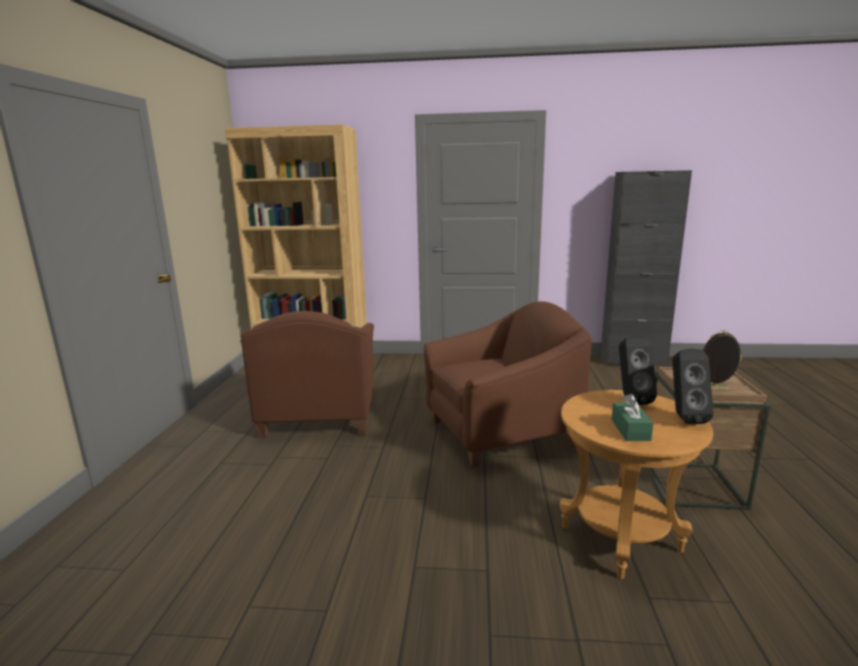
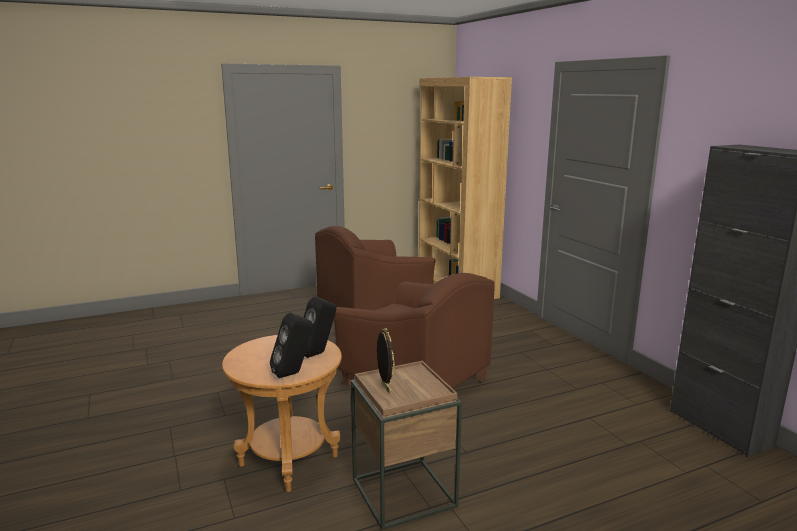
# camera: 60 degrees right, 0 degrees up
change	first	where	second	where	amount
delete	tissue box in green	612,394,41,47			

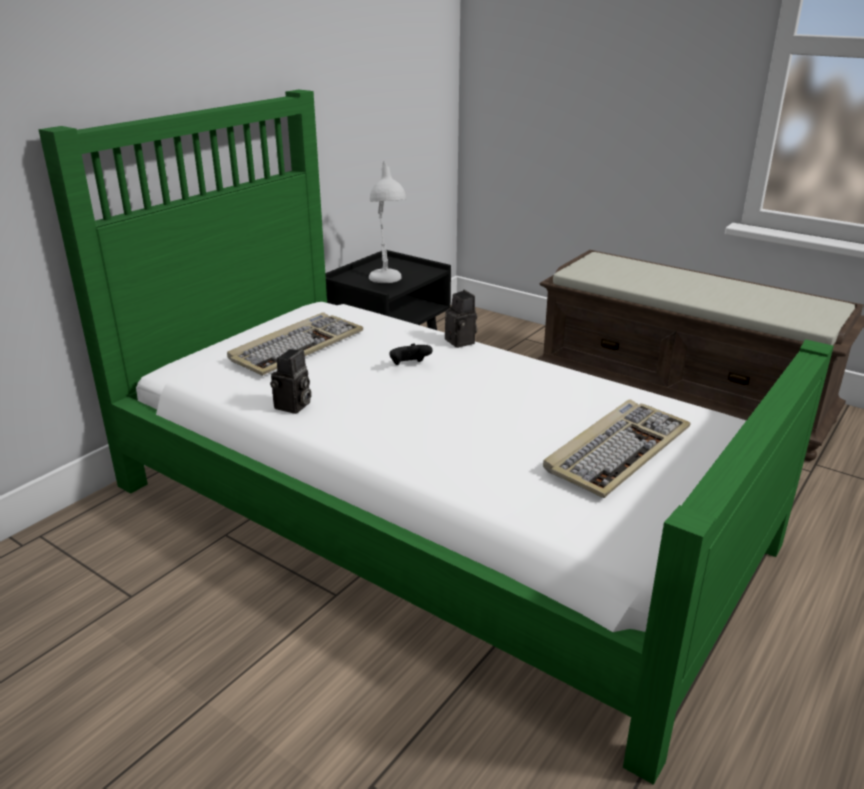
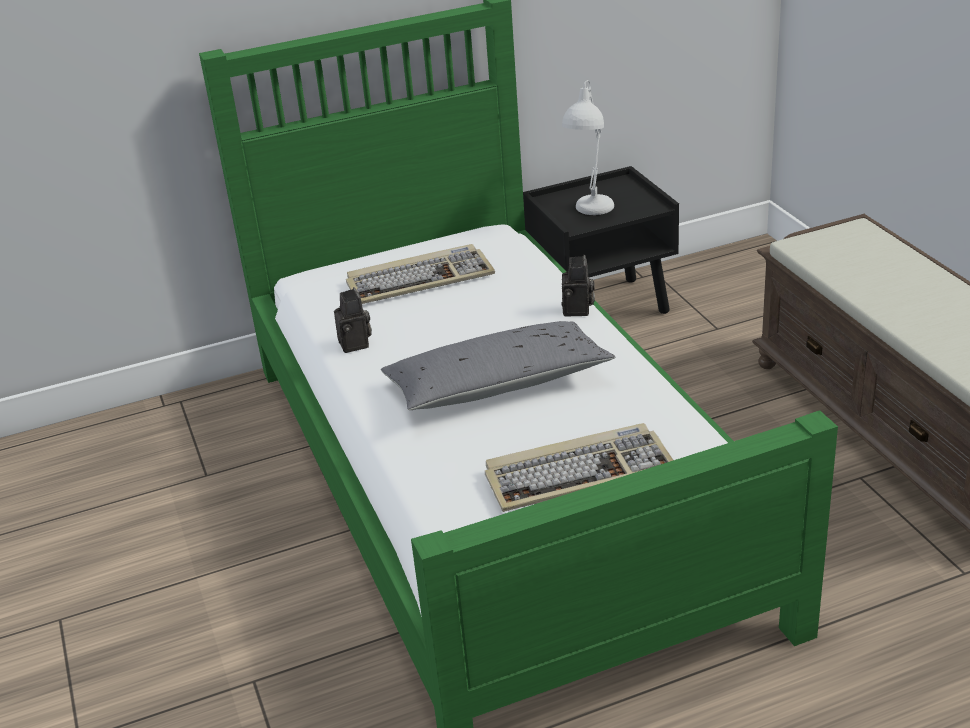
# camera: 35 degrees right, 5 degrees up
change	first	where	second	where	amount
delete	game controller in black	389,343,43,22			
insert			pillow in grey	381,321,235,89	
rotate	photo camera	270,349,42,65		334,287,38,66	75 degrees counterclockwise

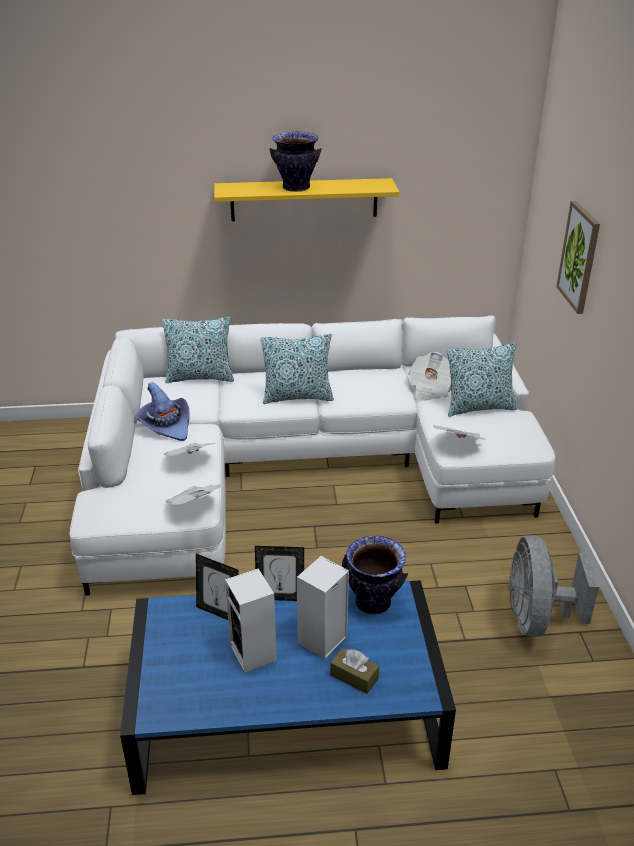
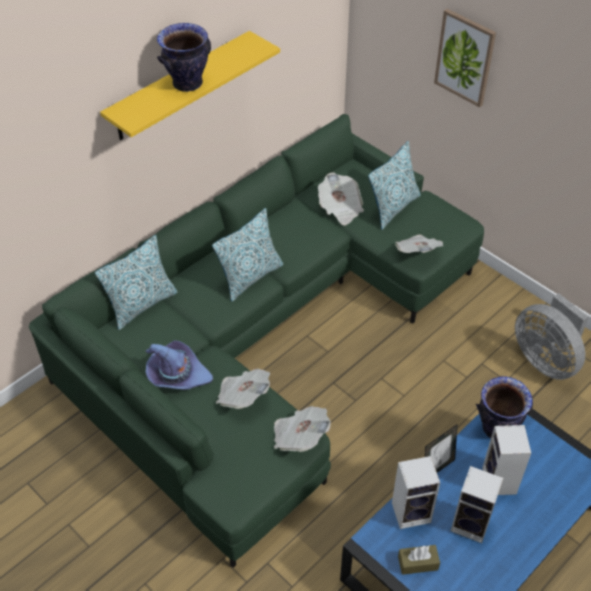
# camera: 40 degrees left, 15 degrees up
change	first	where	second	where	amount
move	tissue box in brown	330,648,49,46		398,545,42,30	
replace	picture frame	196,554,42,66	speaker	392,456,48,73	
recolor	sofa in white	70,316,485,280	sofa in green	29,114,455,454	

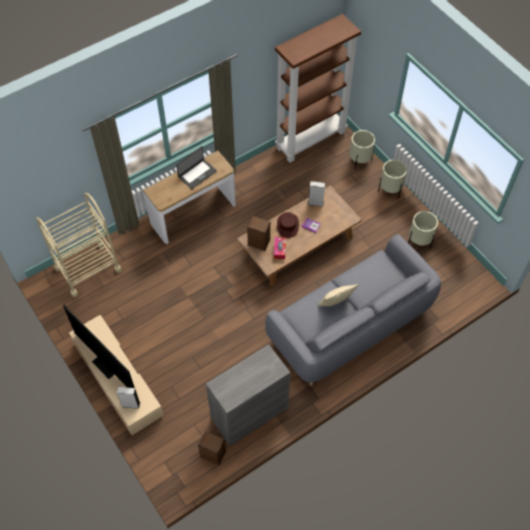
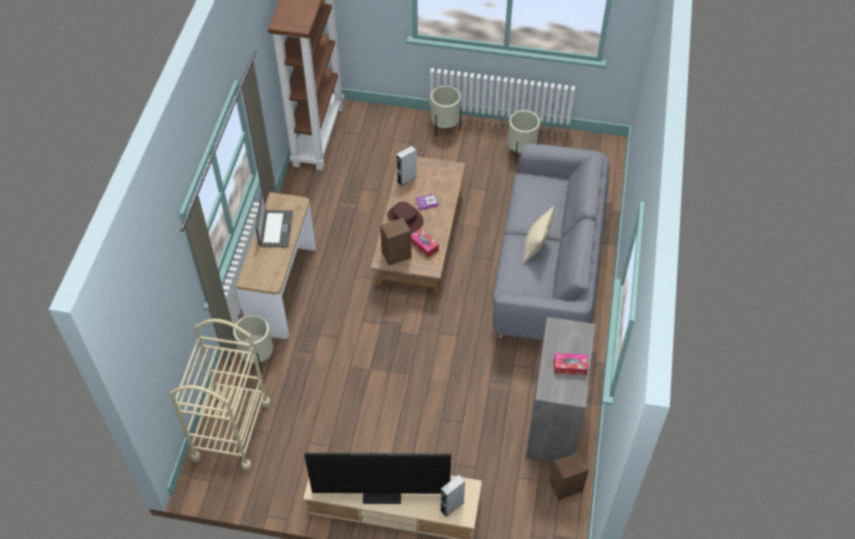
# camera: 45 degrees left, 5 degrees down
change	first	where	second	where	amount
insert			tissue box	554,353,34,22	
move	planter in beige	350,130,25,40		233,315,40,58	

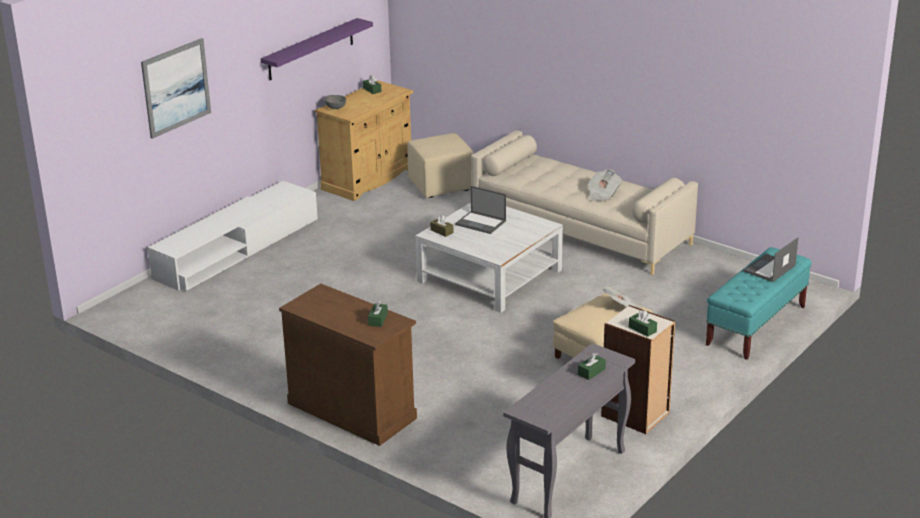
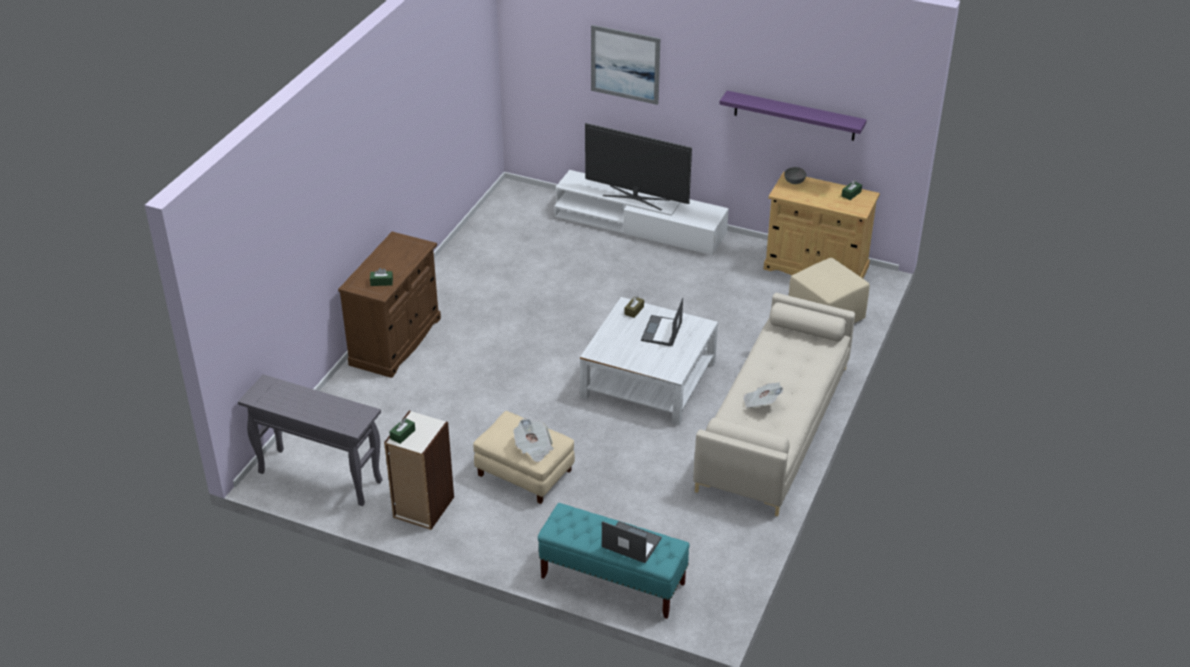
# camera: 75 degrees right, 10 degrees up
change	first	where	second	where	amount
delete	tissue box in green	578,352,28,28			
insert			television	585,123,107,88	

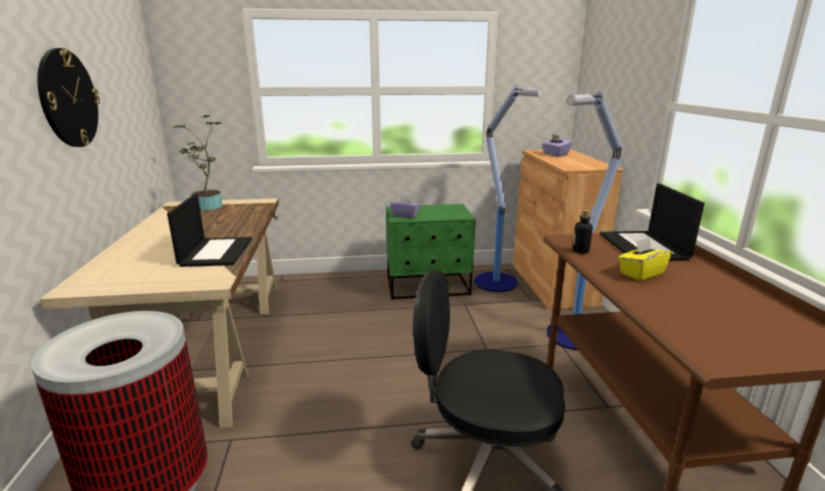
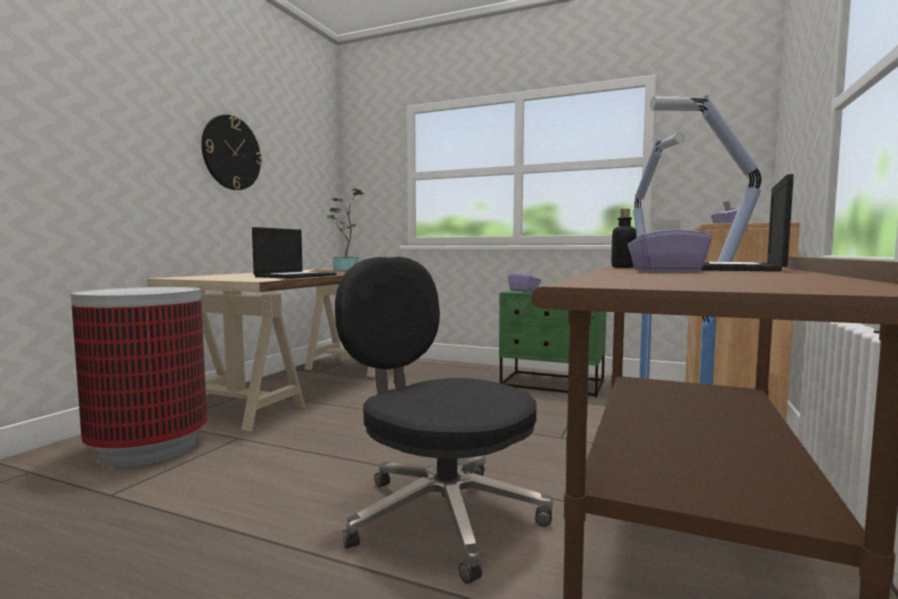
# camera: 30 degrees right, 15 degrees down
change	first	where	second	where	amount
recolor	tissue box in yellow	618,237,54,44	tissue box in purple	628,218,84,54	

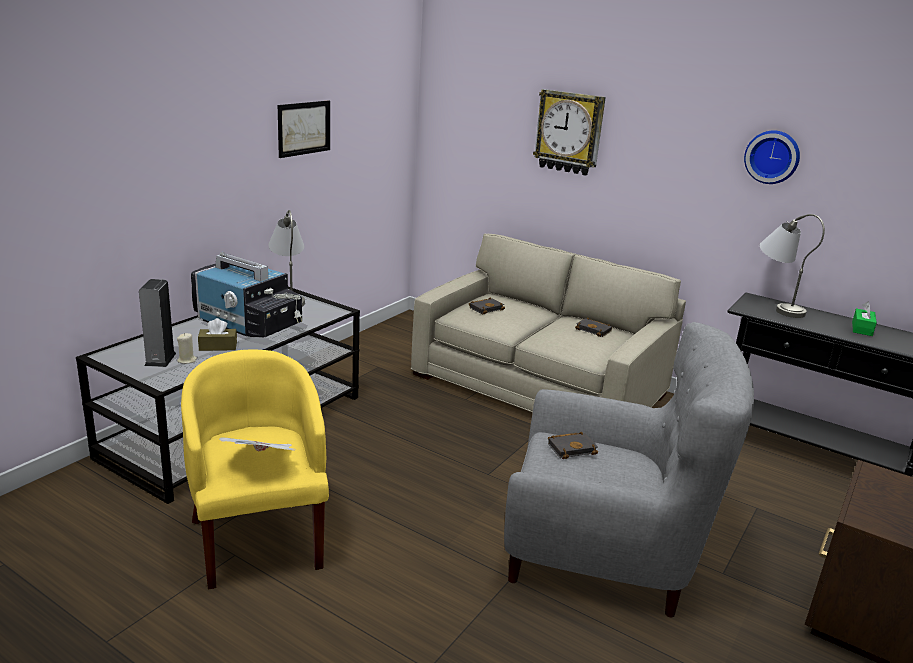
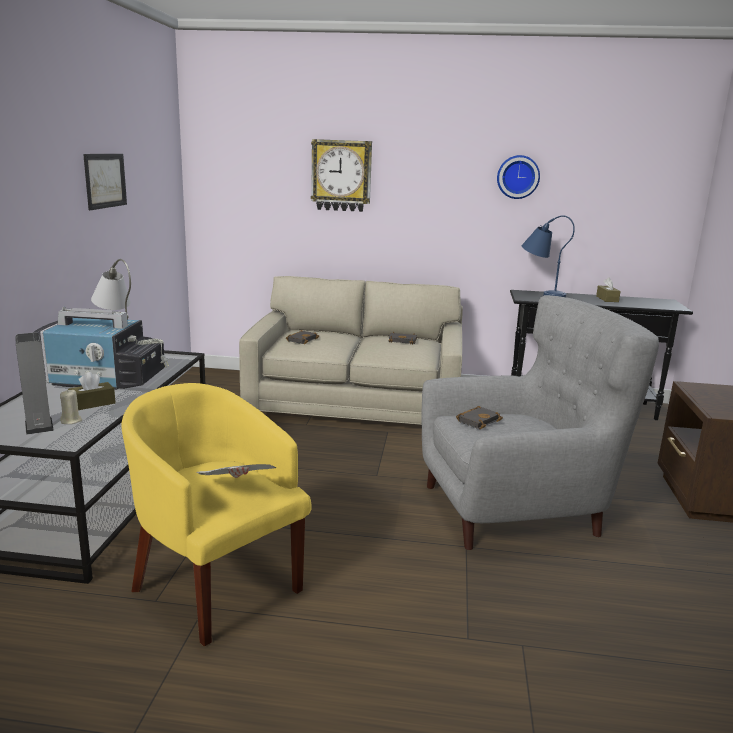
# camera: 25 degrees left, 5 degrees down
change	first	where	second	where	amount
recolor	table lamp in grey	760,214,65,104	table lamp in blue	522,215,53,82	
recolor	tissue box in green	852,302,25,34	tissue box in brown	596,277,25,25	

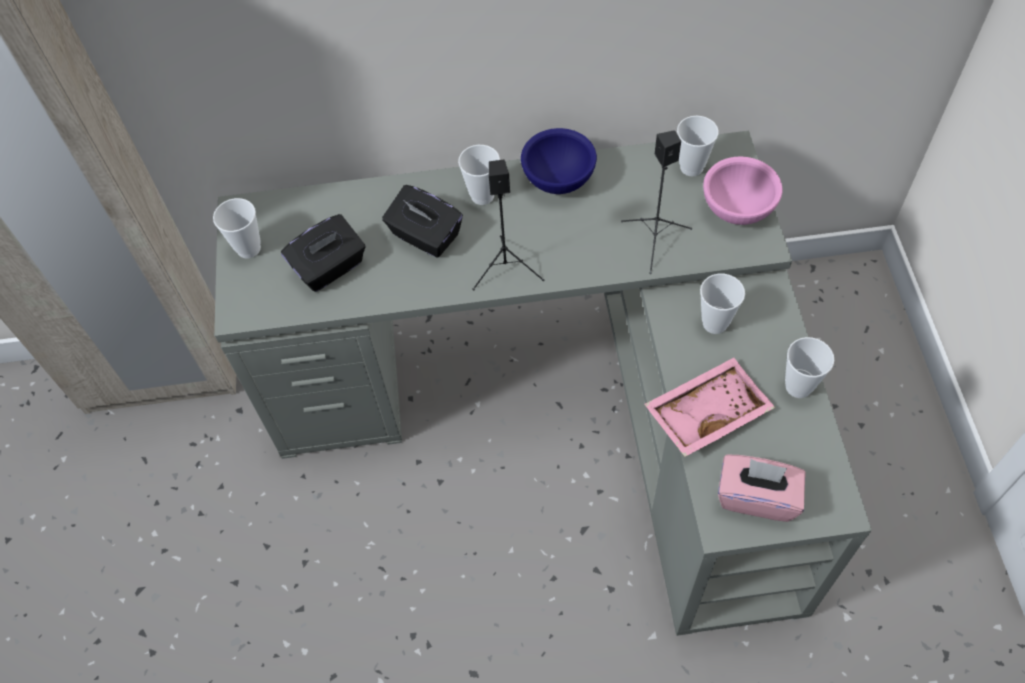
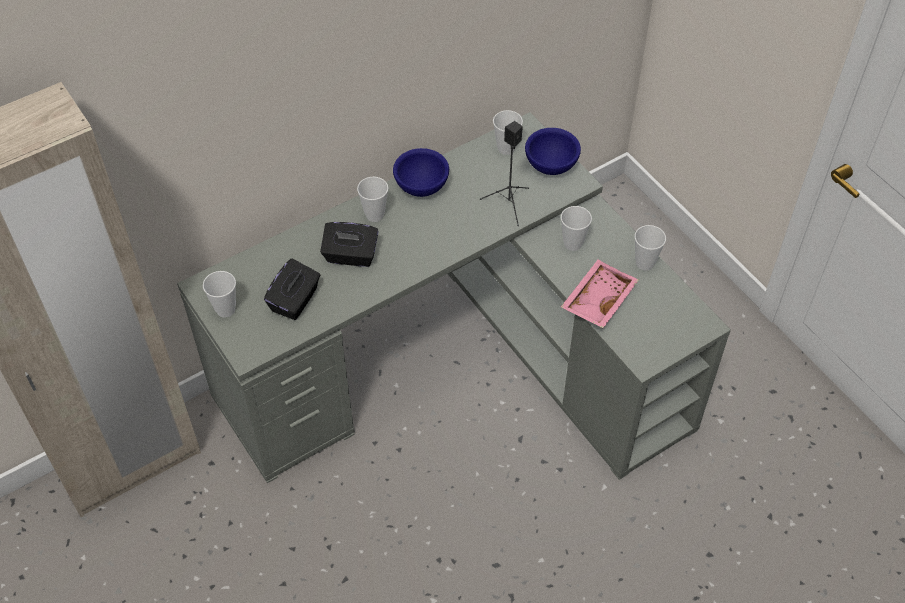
# camera: 30 degrees left, 5 degrees down
change	first	where	second	where	amount
delete	speaker in black	472,160,72,131			
delete	tissue box in pink	718,455,87,67			
recolor	bowl in pink	703,157,80,68	bowl in blue	525,128,56,47	

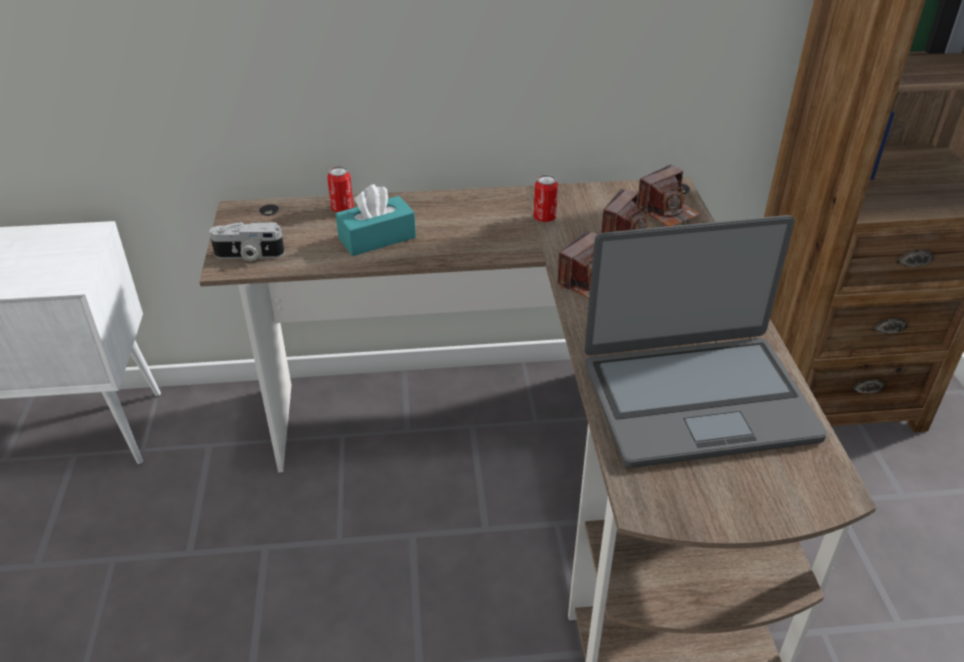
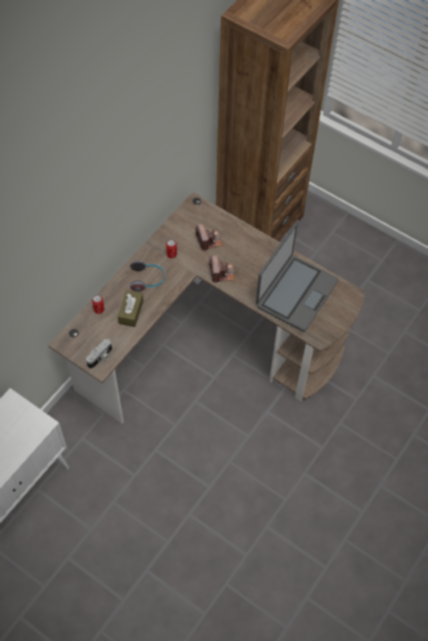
# camera: 50 degrees left, 20 degrees up
change	first	where	second	where	amount
delete	photo camera	637,165,64,62			
insert			headphones	130,261,35,30	
recolor	tissue box in turquoise	336,184,80,72	tissue box in brown	118,290,25,37	

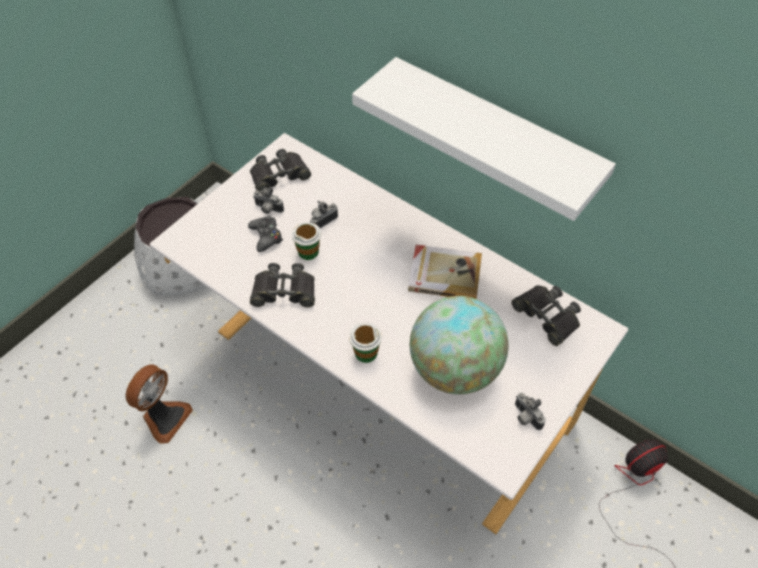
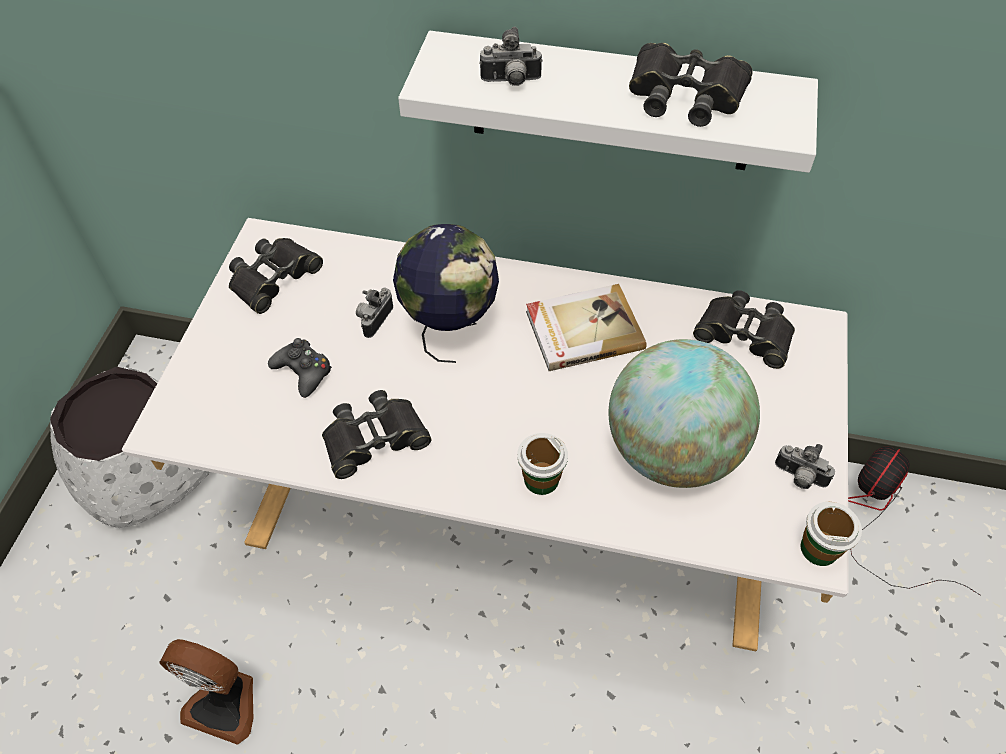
# camera: 25 degrees left, 0 degrees up
change	first	where	second	where	amount
insert			globe	393,224,106,139	
insert			binoculars in black	629,43,124,84	
move	photo camera	253,187,31,27		479,27,63,59	
move	cup	292,222,29,38		801,502,61,64	
rotate	fan	126,365,67,79		160,639,93,106	105 degrees clockwise

